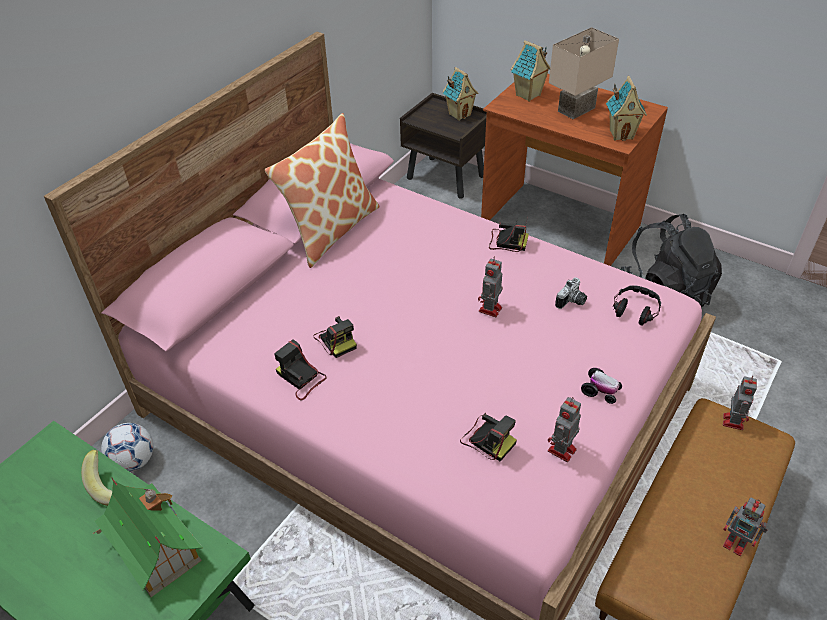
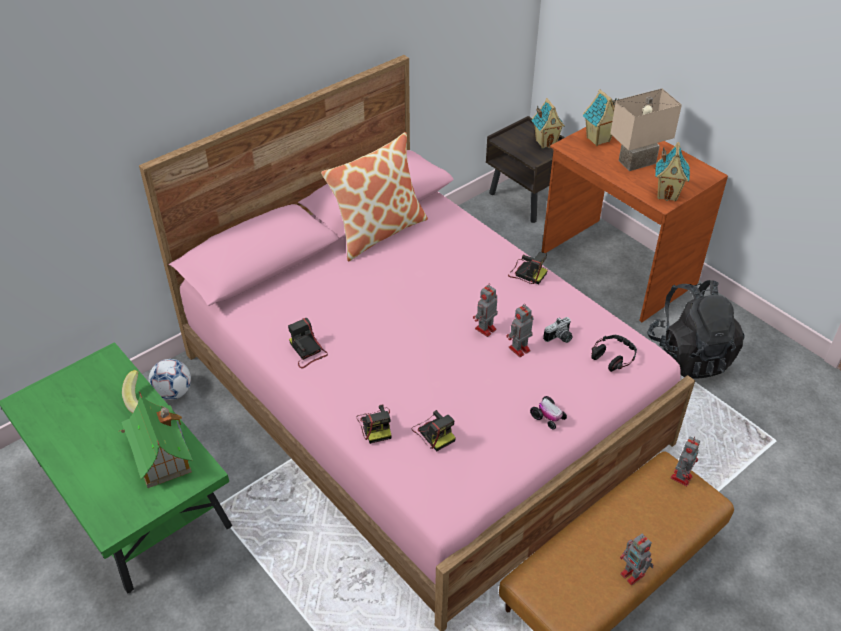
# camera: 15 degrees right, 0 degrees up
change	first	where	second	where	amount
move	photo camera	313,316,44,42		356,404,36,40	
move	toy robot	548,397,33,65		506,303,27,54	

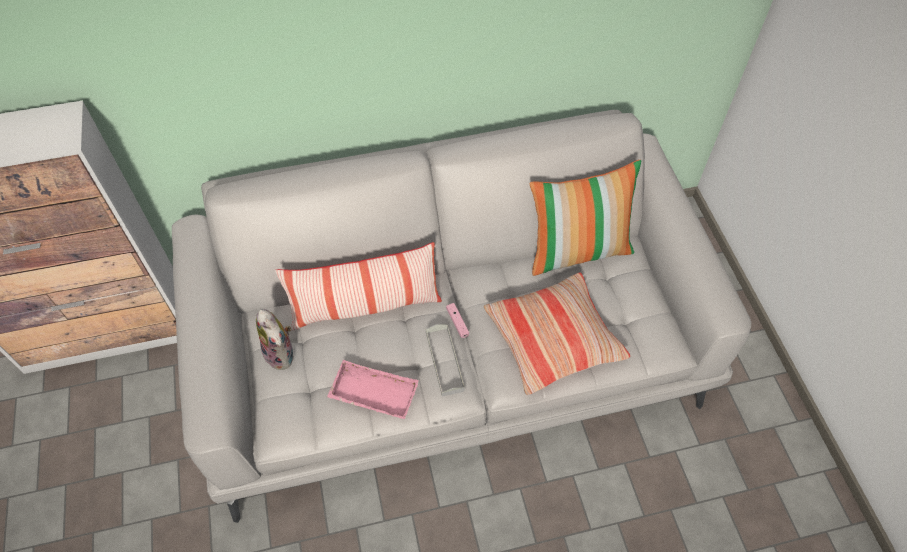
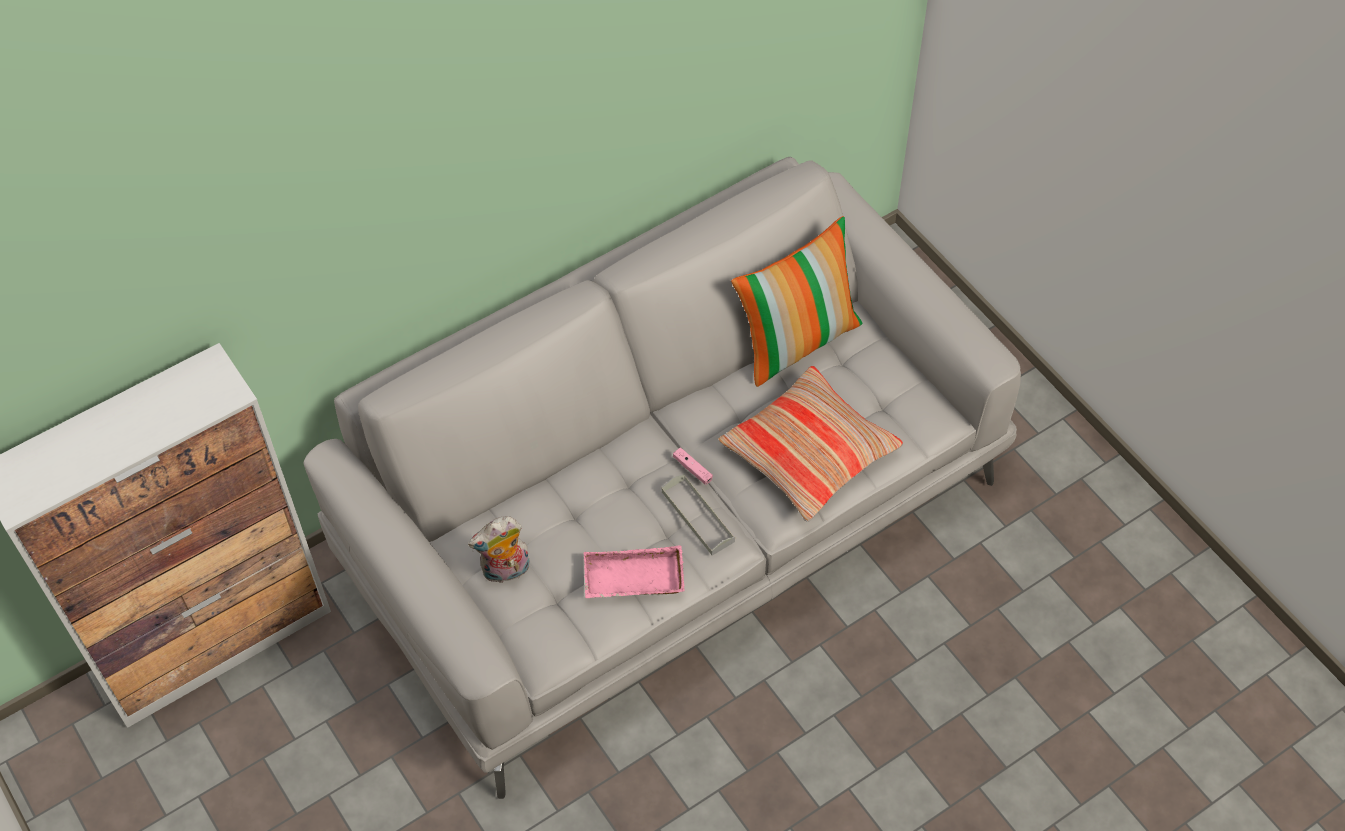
# camera: 20 degrees left, 0 degrees up
change	first	where	second	where	amount
delete	pillow	275,242,167,89			
rotate	plush toy	256,308,38,62		468,516,62,67	120 degrees clockwise

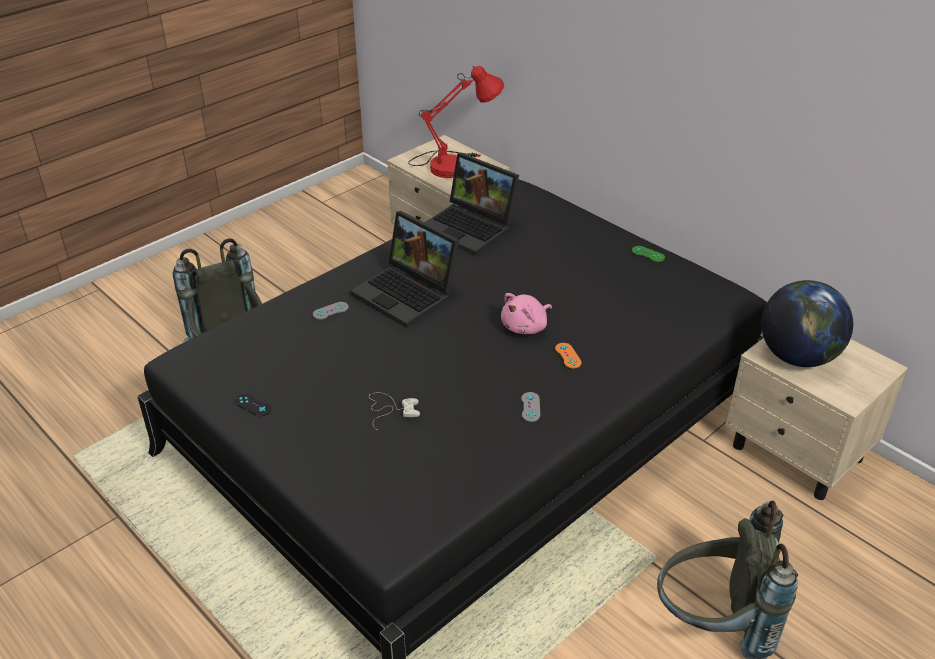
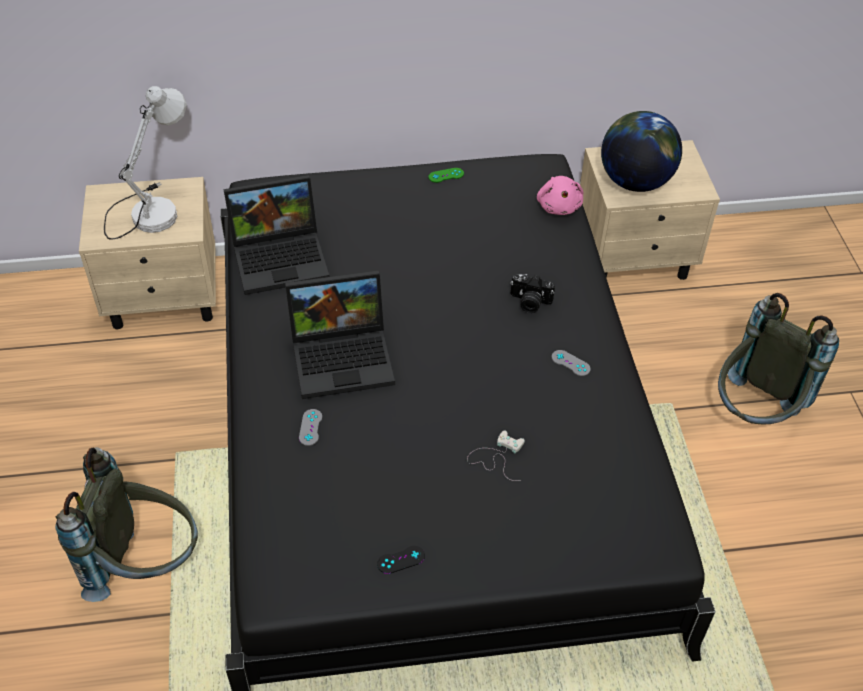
# camera: 55 degrees left, 10 degrees up
change	first	where	second	where	amount
move	plush toy in pink	501,293,51,41		537,176,46,39	
replace	game controller in orange	555,343,27,26	photo camera	510,274,45,39	
recolor	table lamp in red	408,65,96,113	table lamp in white	104,86,83,153	

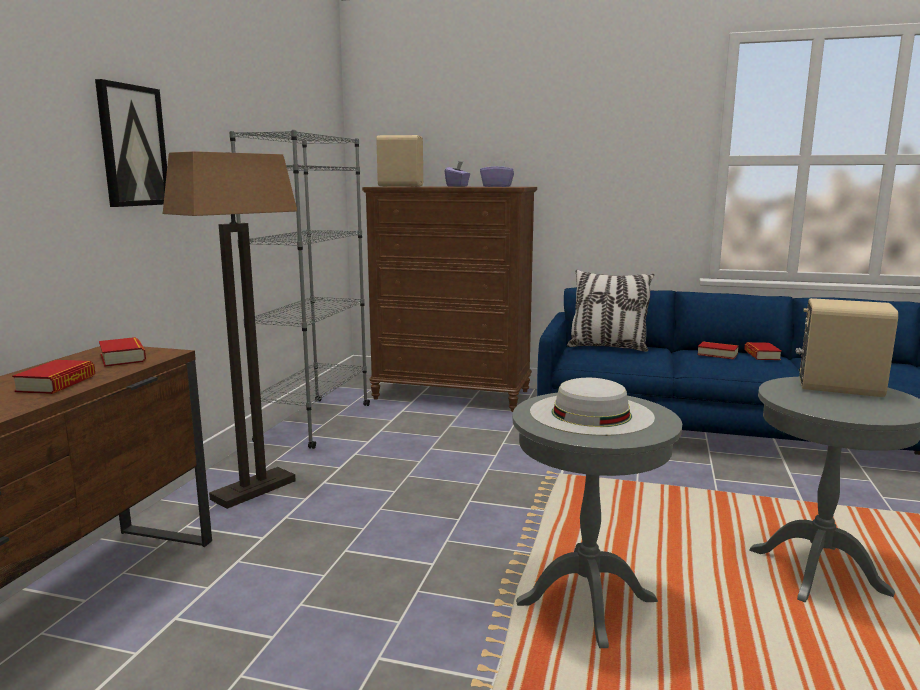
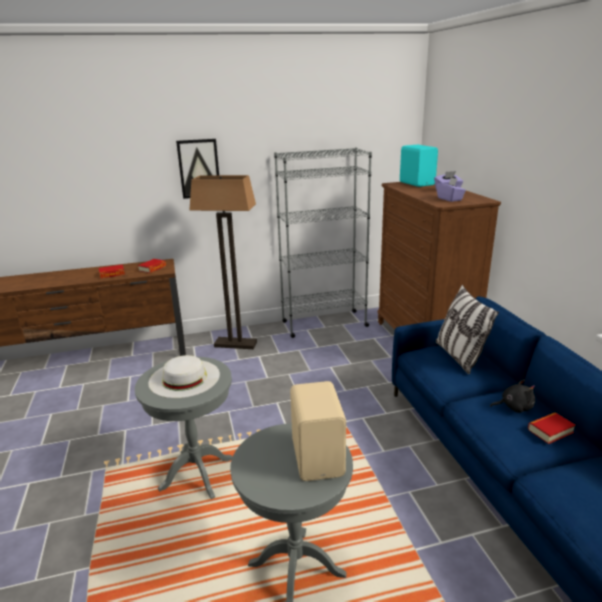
# camera: 60 degrees right, 10 degrees up
change	first	where	second	where	amount
replace	book	697,342,42,18	plush toy in black	490,379,45,34	
recolor	speaker in beige	376,135,47,52	speaker in turquoise	400,145,38,42	

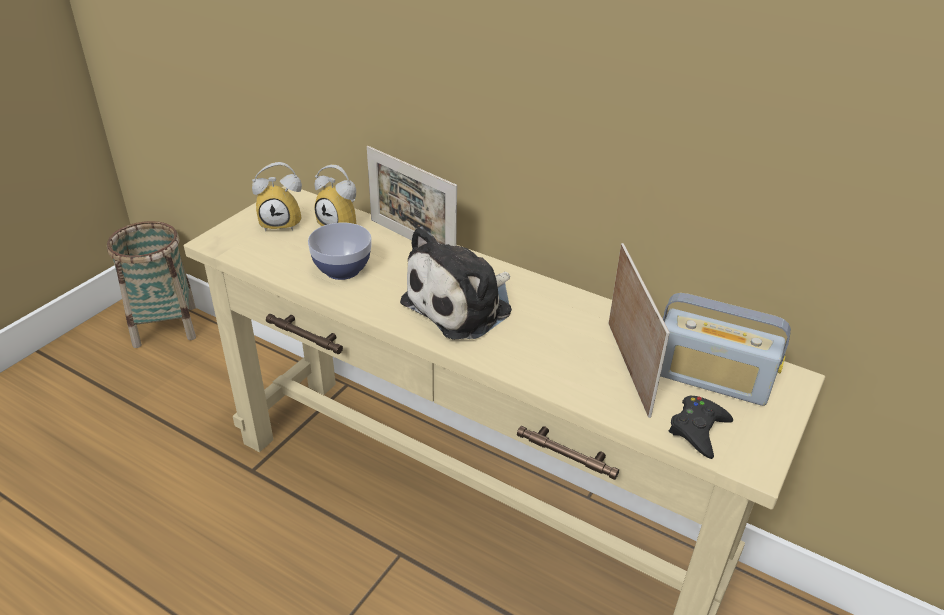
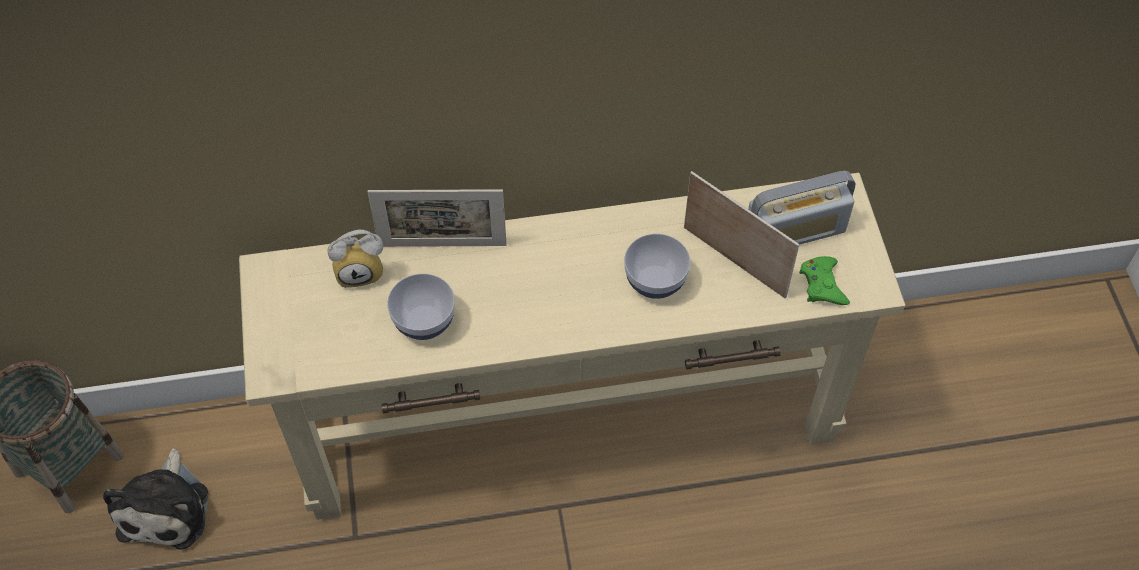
# camera: 40 degrees left, 20 degrees up
change	first	where	second	where	amount
delete	alarm clock	252,162,50,69			
insert			bowl	624,234,66,65	
move	plush toy	400,227,112,113		103,448,105,102	
recolor	game controller in black	669,396,64,63	game controller in green	799,256,51,49	

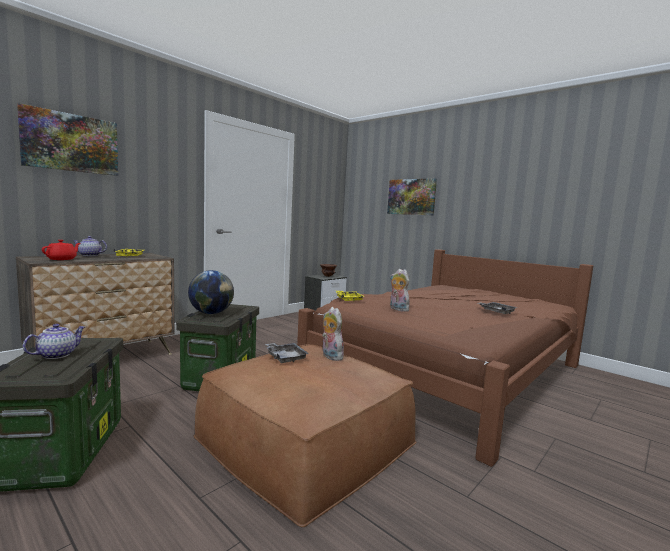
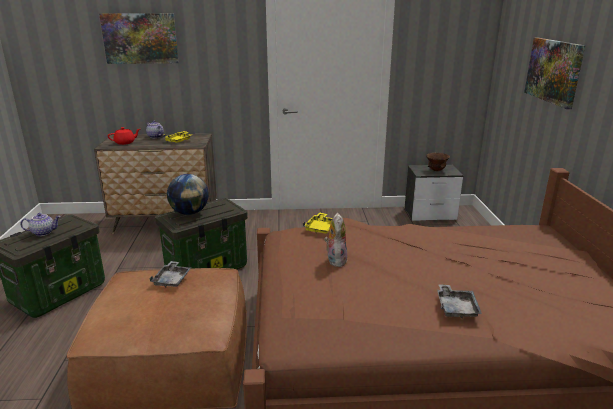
# camera: 45 degrees right, 15 degrees up
change	first	where	second	where	amount
delete	plush toy	322,307,22,54			

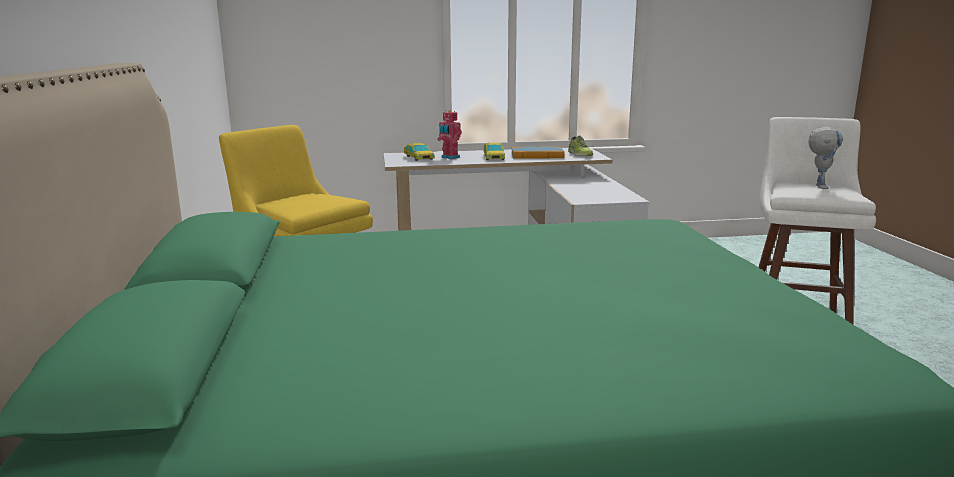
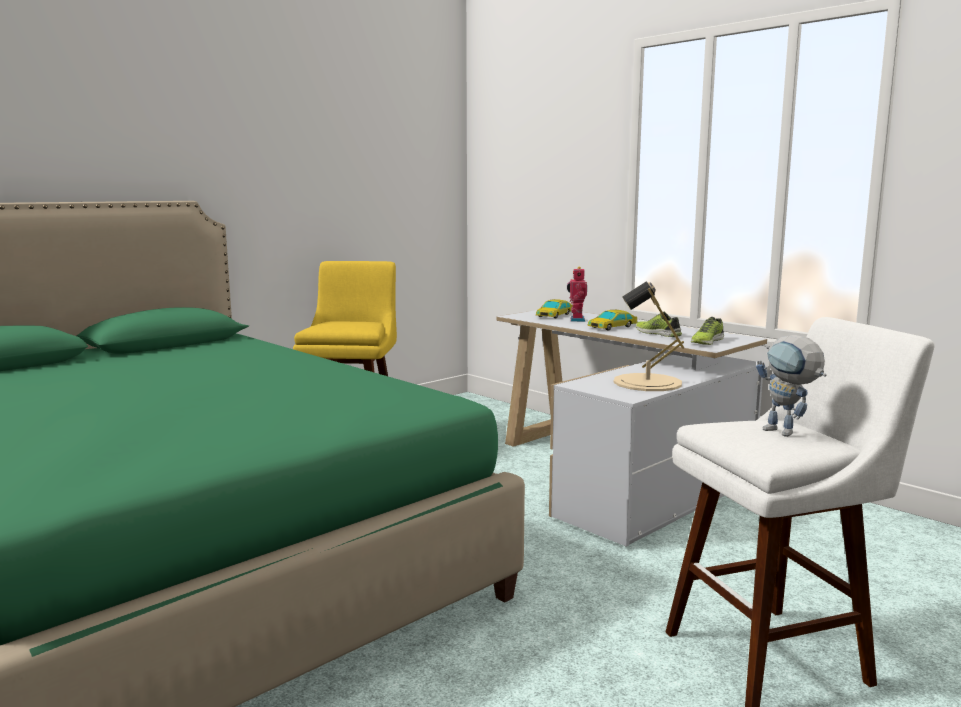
# camera: 55 degrees right, 5 degrees down
change	first	where	second	where	amount
insert			table lamp in beige	613,282,71,109	
replace	book	511,146,53,13	shoe	636,312,46,25	
rotate	toy robot	808,127,35,62		756,335,71,102	75 degrees clockwise

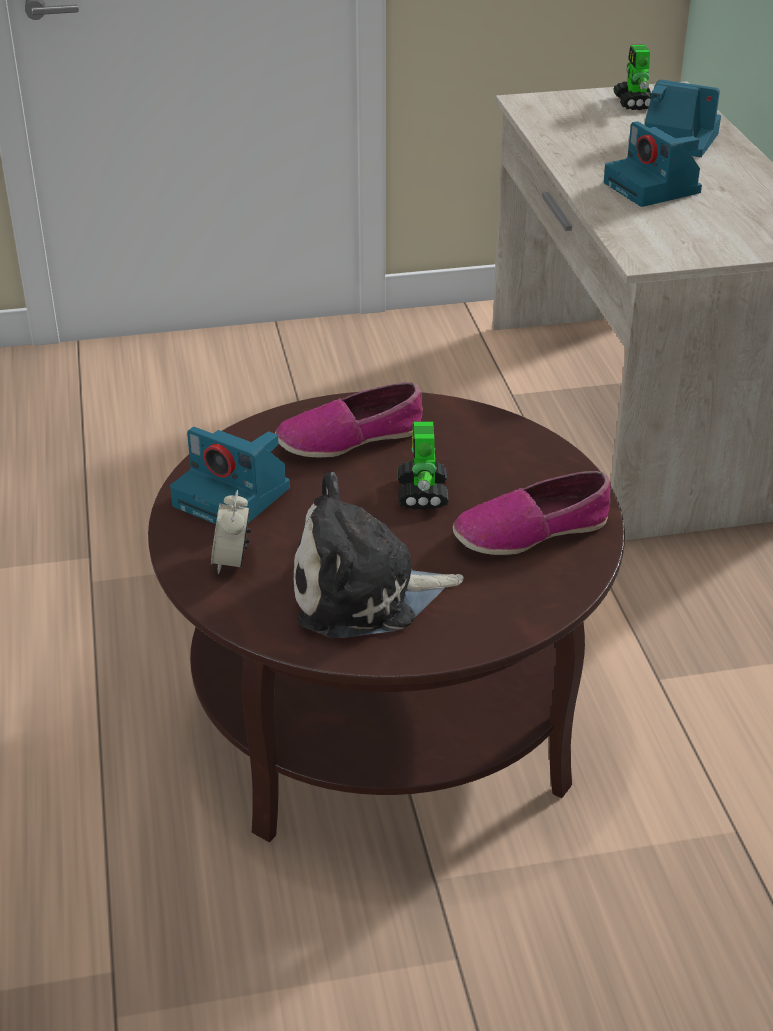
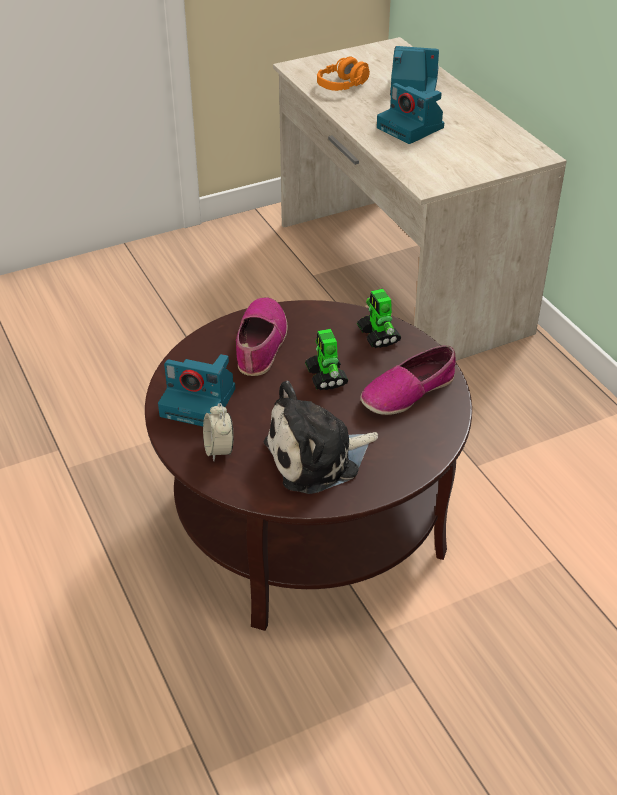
# camera: 15 degrees left, 5 degrees up
change	first	where	second	where	amount
insert			headphones in orange	317,56,53,35	
move	toy robot	613,44,38,66		357,289,44,59	
rotate	shoe	275,382,148,76		236,297,52,79	135 degrees clockwise

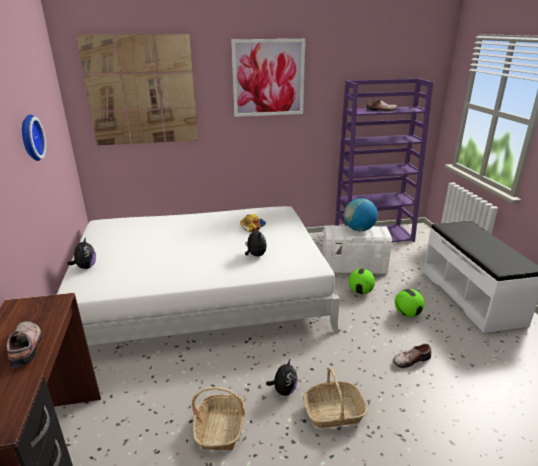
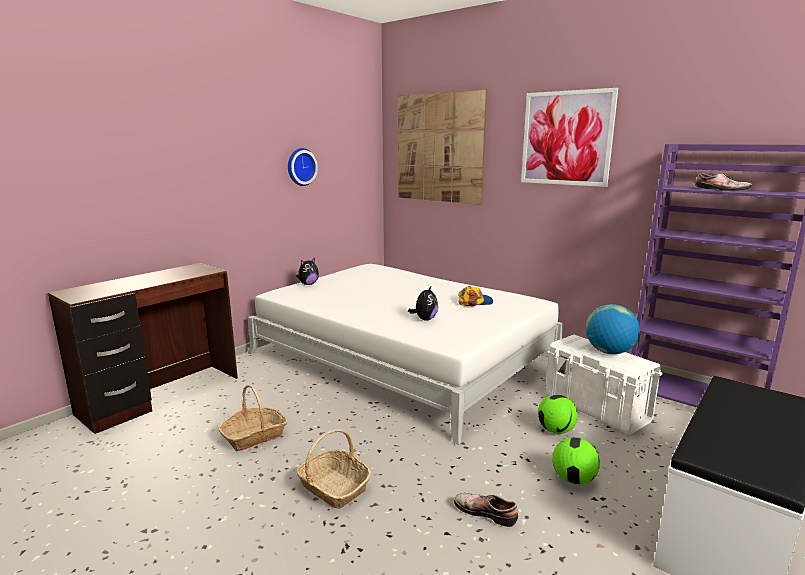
# camera: 50 degrees right, 10 degrees down
change	first	where	second	where	amount
delete	shoe	7,321,36,47			
delete	plush toy	266,358,32,38			

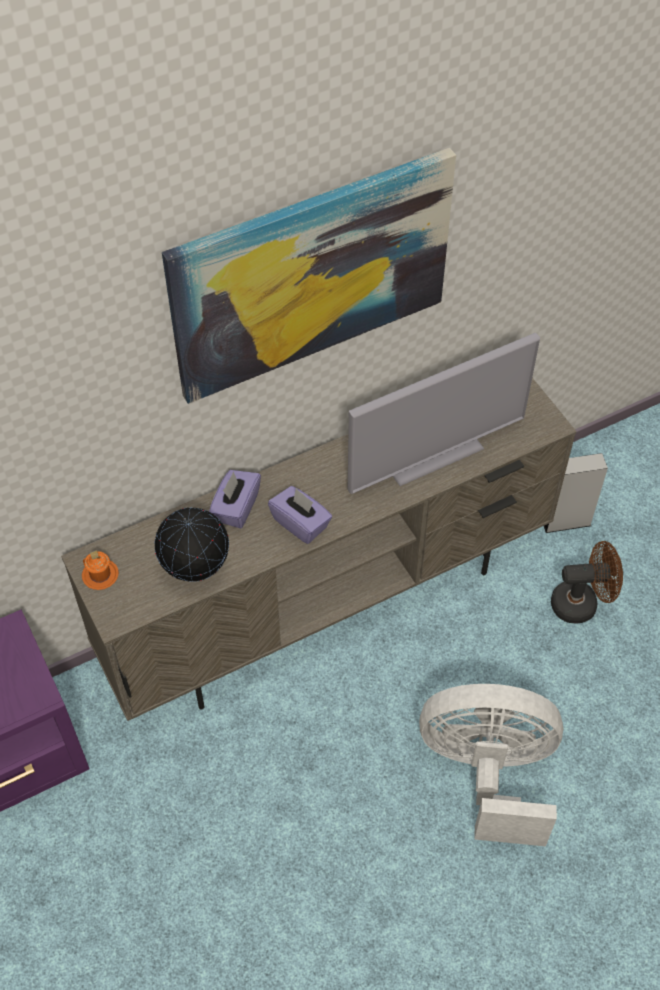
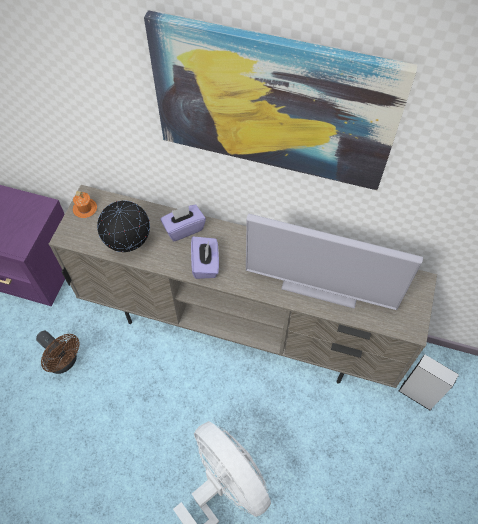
# camera: 45 degrees right, 5 degrees up
change	first	where	second	where	amount
move	fan in brown	551,541,72,82		36,331,44,43	

